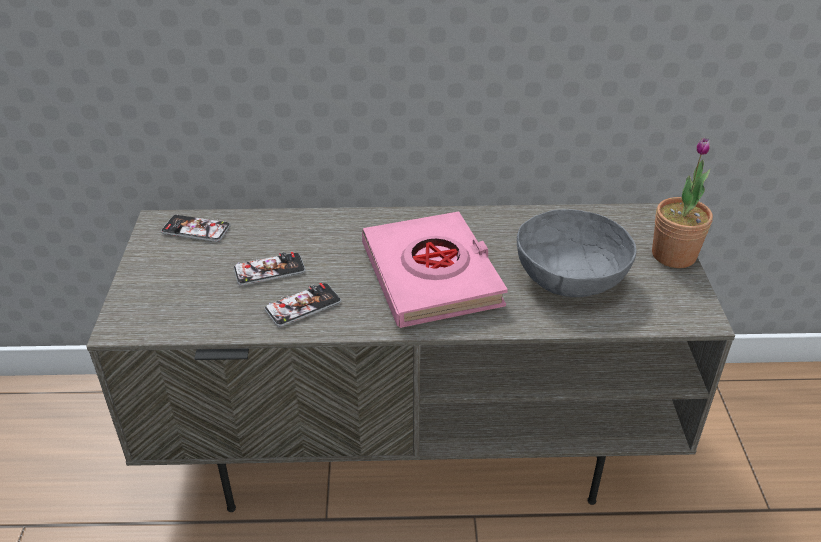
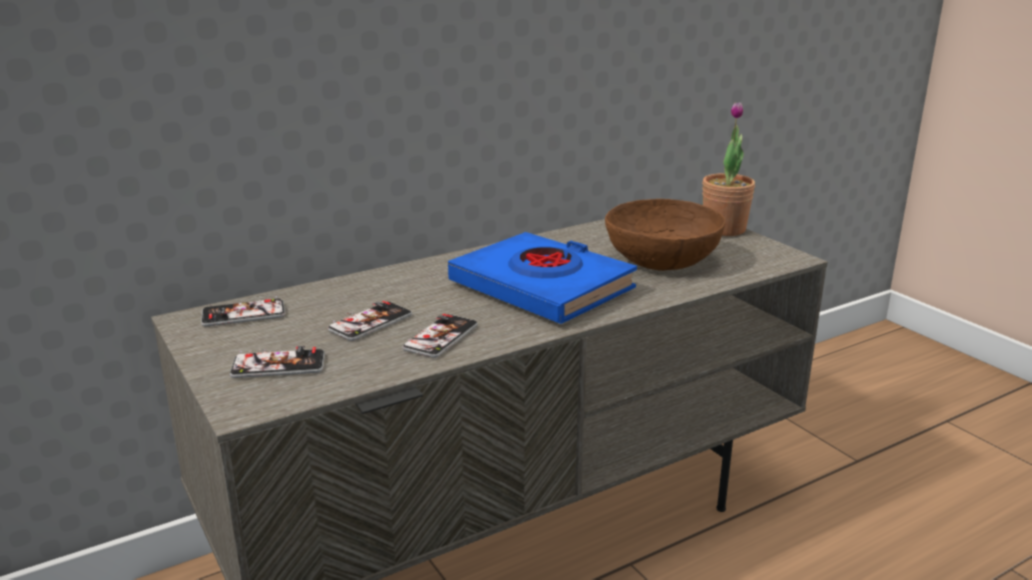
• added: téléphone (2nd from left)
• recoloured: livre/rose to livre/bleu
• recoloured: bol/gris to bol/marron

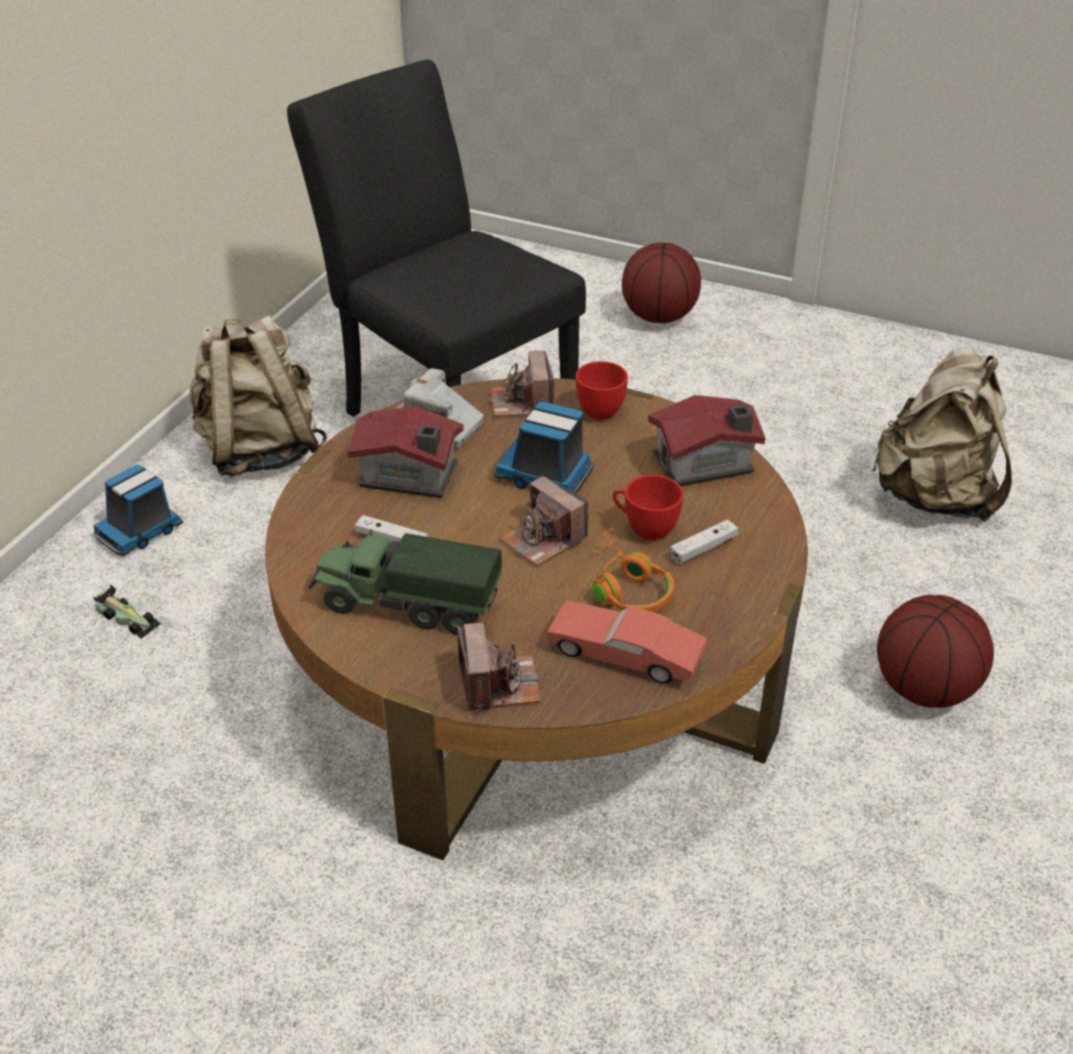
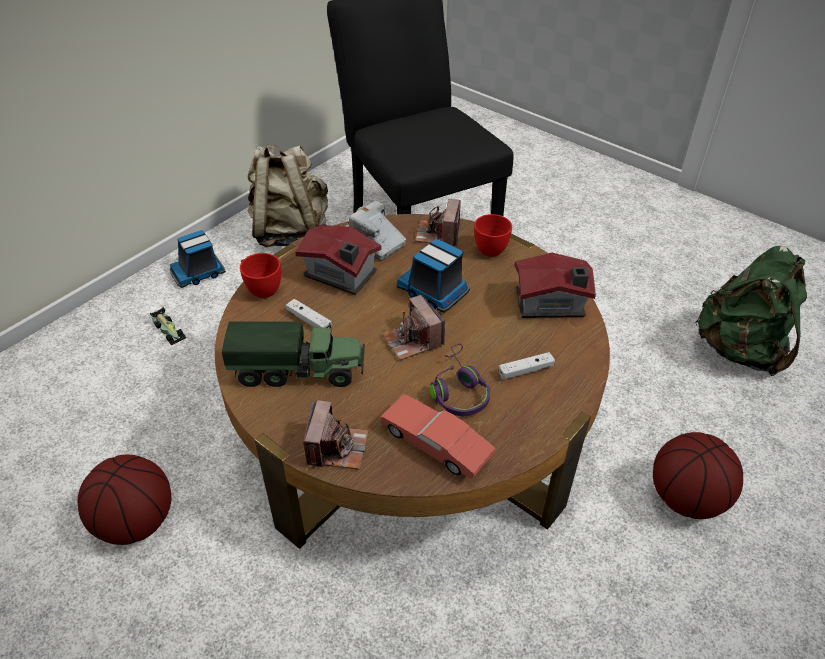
• moved: tasse/rouge (2nd from left in the first image) to tasse/rouge (1st from left)
• moved: ballon de basket (1st from left)
• recoloured: casque audio/orange to casque audio/violet
• recoloured: sac à dos/beige (2nd from left) to sac à dos/vert
• turned: camion jouet (2nd from left) 150 degrees clockwise

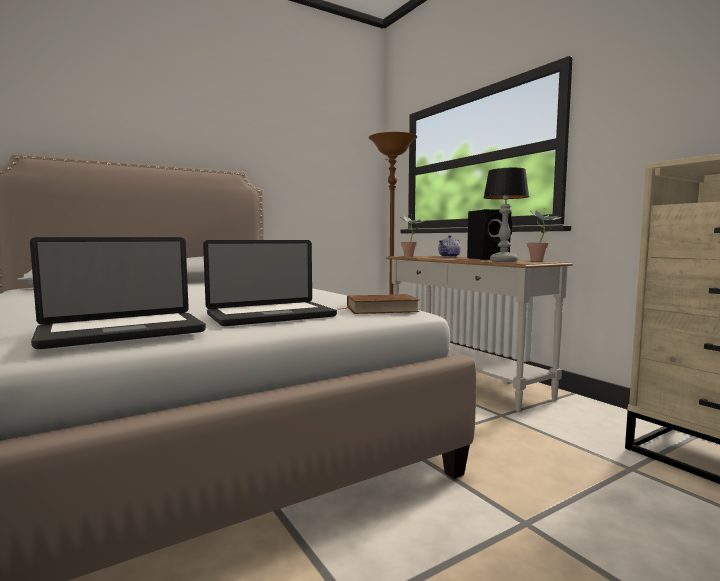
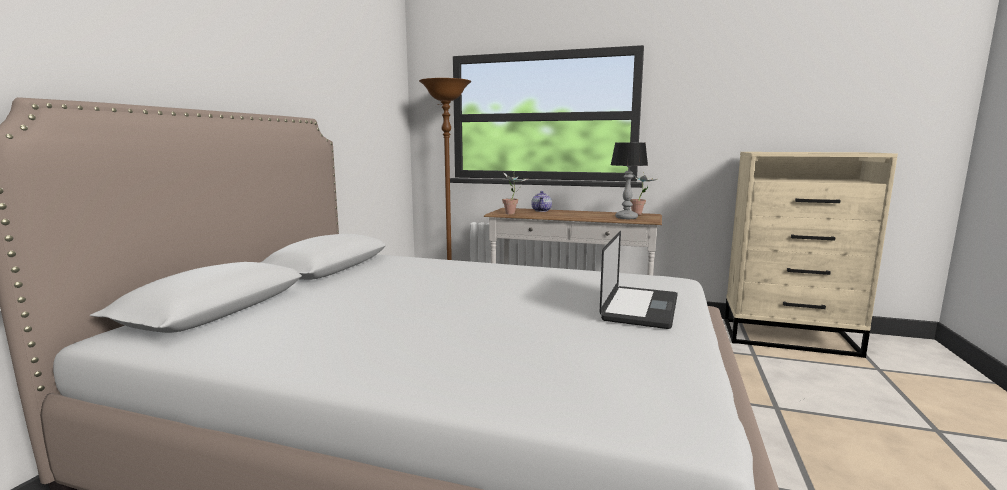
• removed: ordinateur portable (1st from left)
• removed: livre/marron
• removed: enceinte/noir

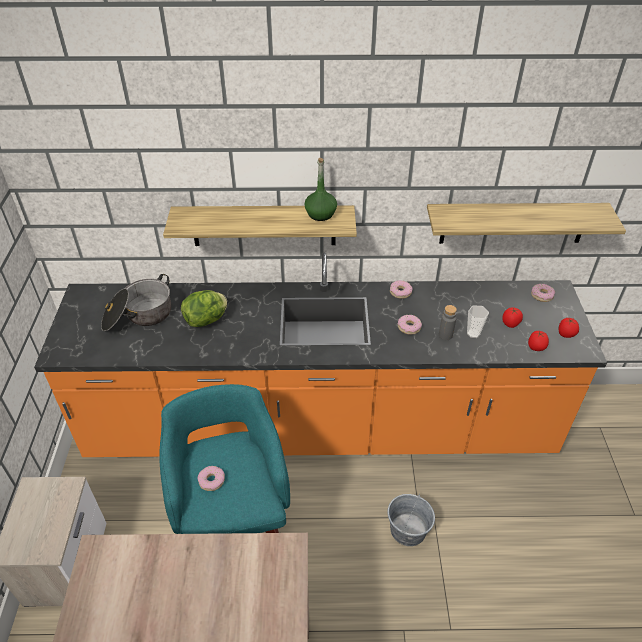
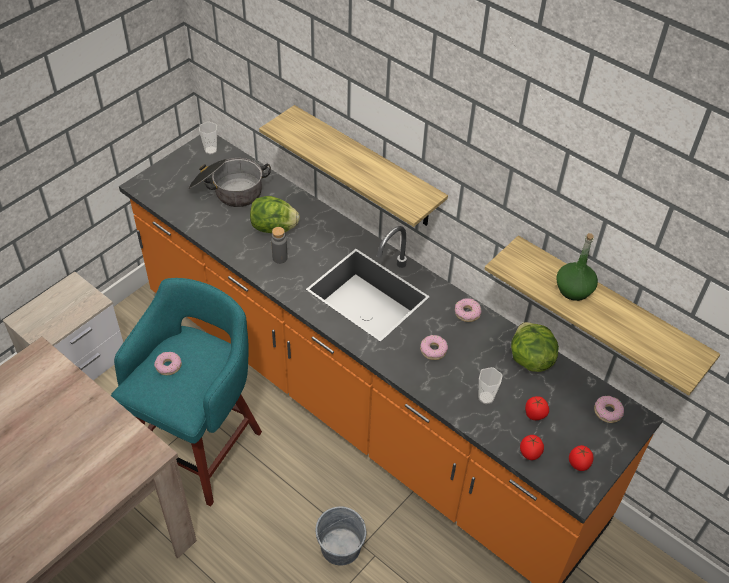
• added: tasse (1st from left)
• added: laitue (2nd from left)
• moved: bouteille/vert
• moved: bouteille/gris

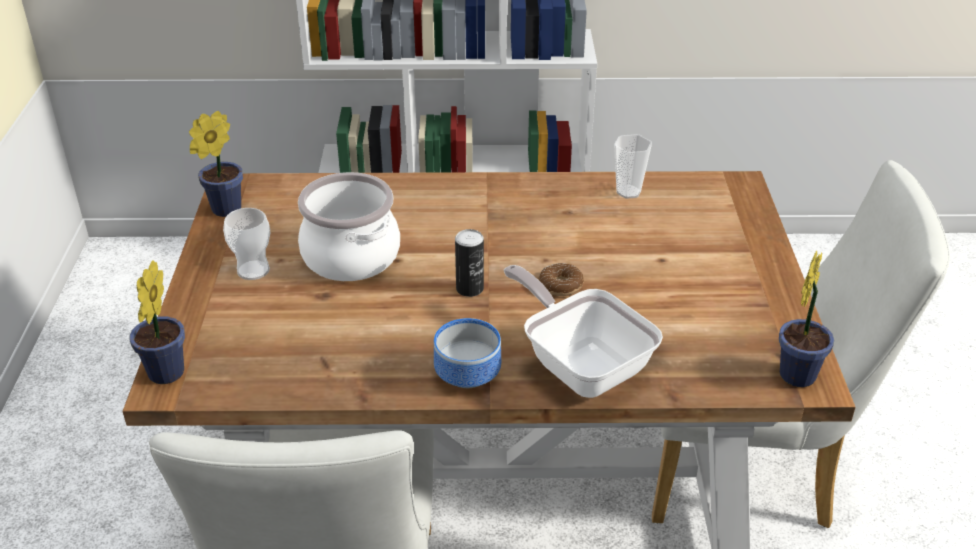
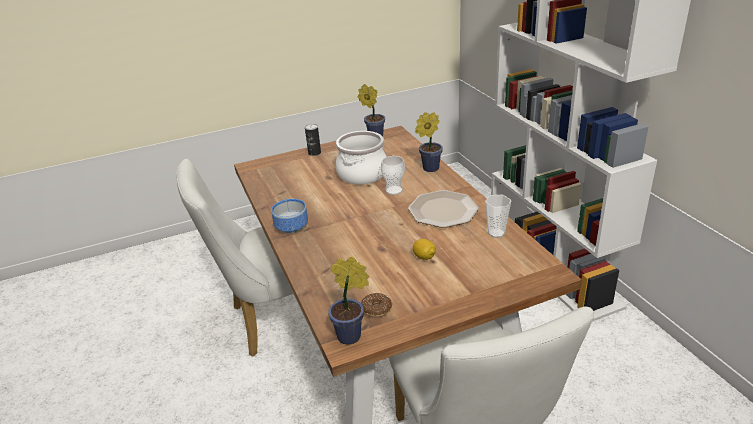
• removed: poêle
• added: assiette
• added: citron
• moved: plante en pot (1st from left in the first image) to plante en pot (3rd from left)
• moved: tasse (1st from left)
• moved: boîte métallique
• moved: beignet

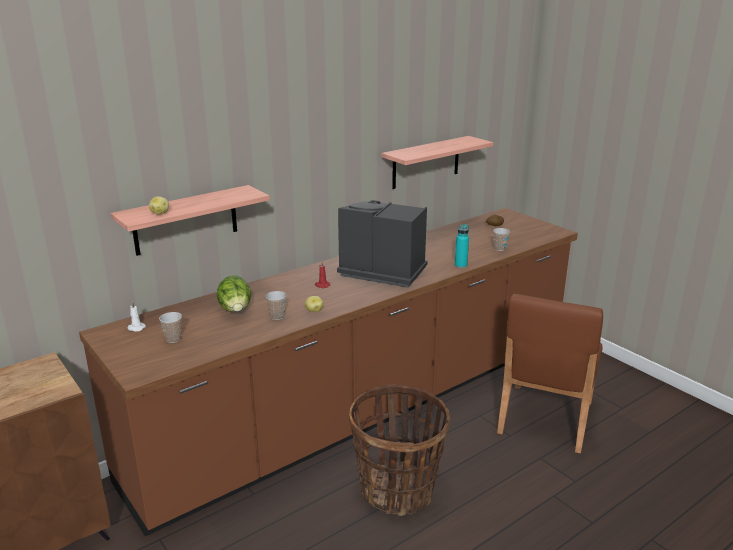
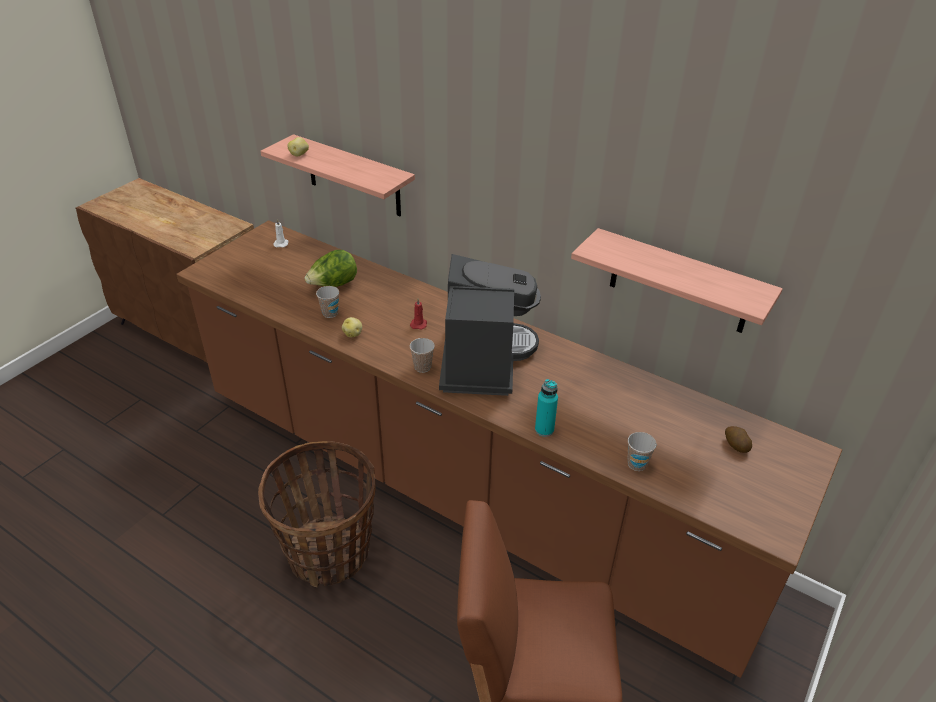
• moved: tasse (1st from left in the first image) to tasse (2nd from left)

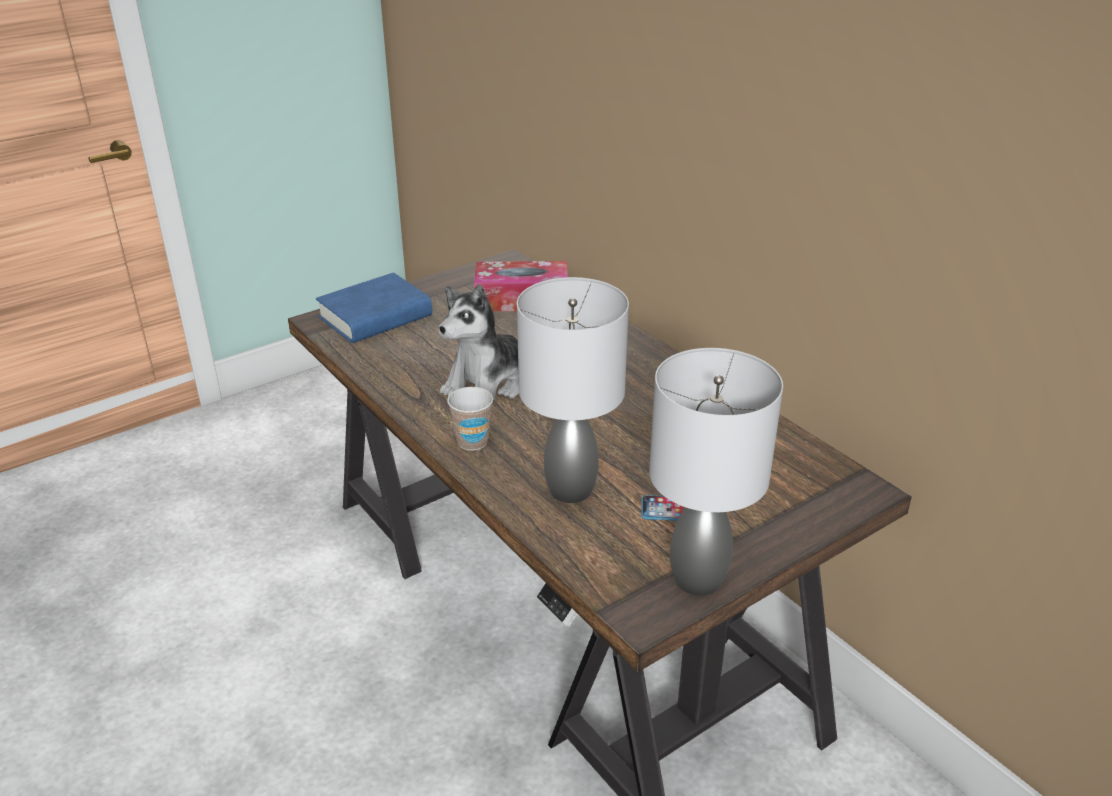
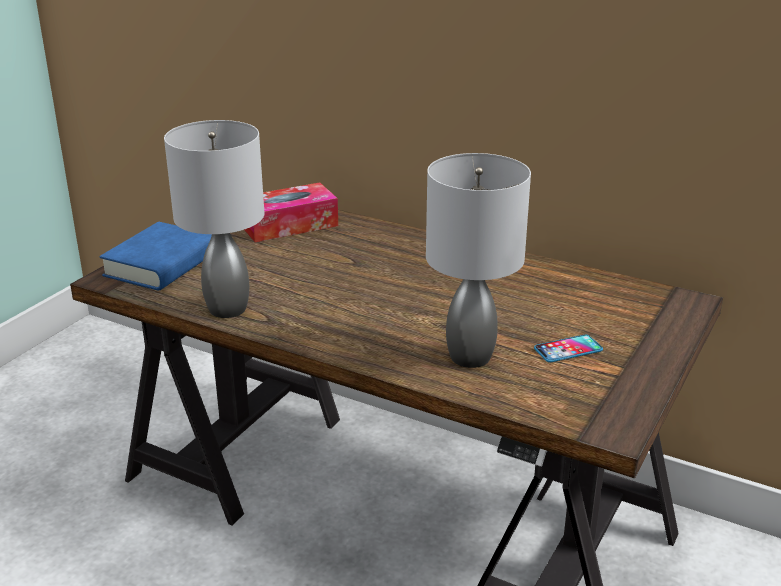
• removed: peluche
• removed: tasse
• moved: lampe de table/gris (2nd from left in the first image) to lampe de table/gris (1st from left)

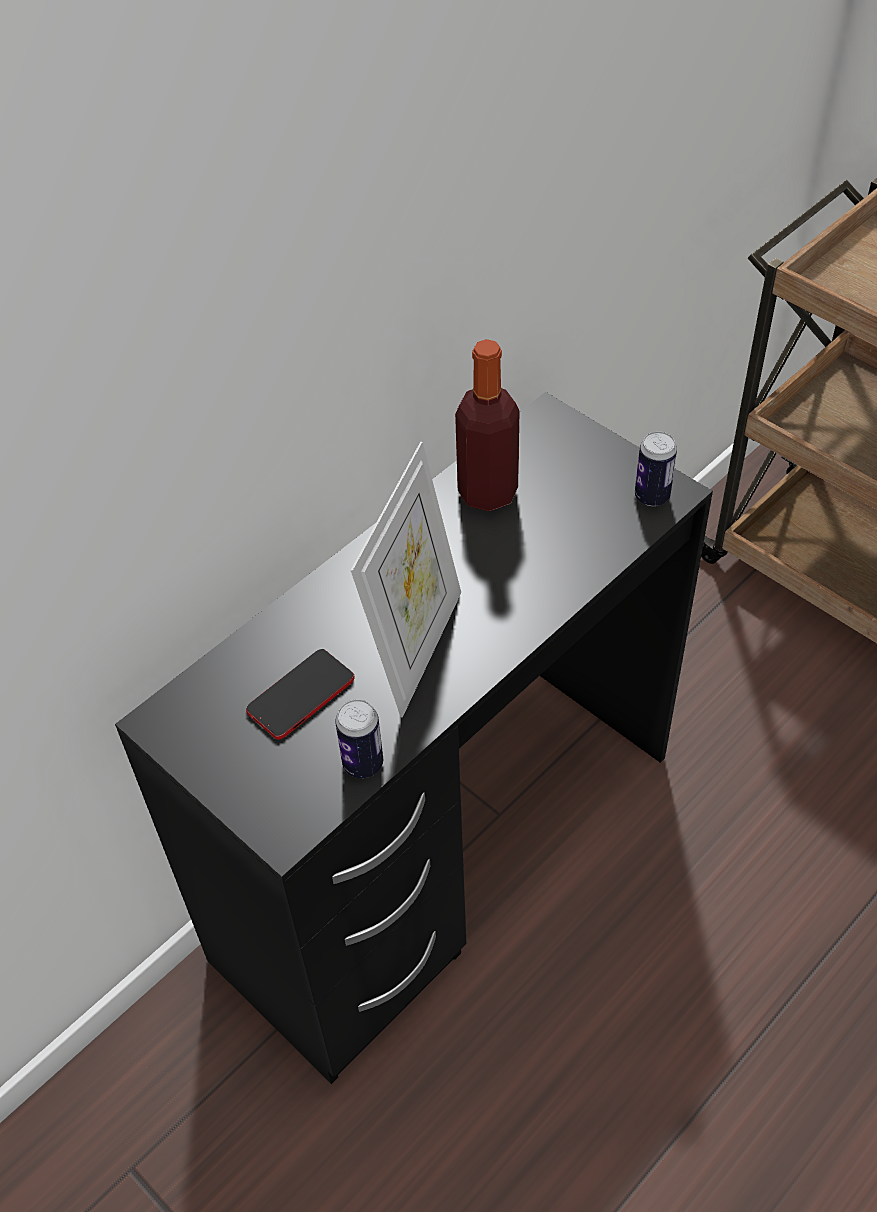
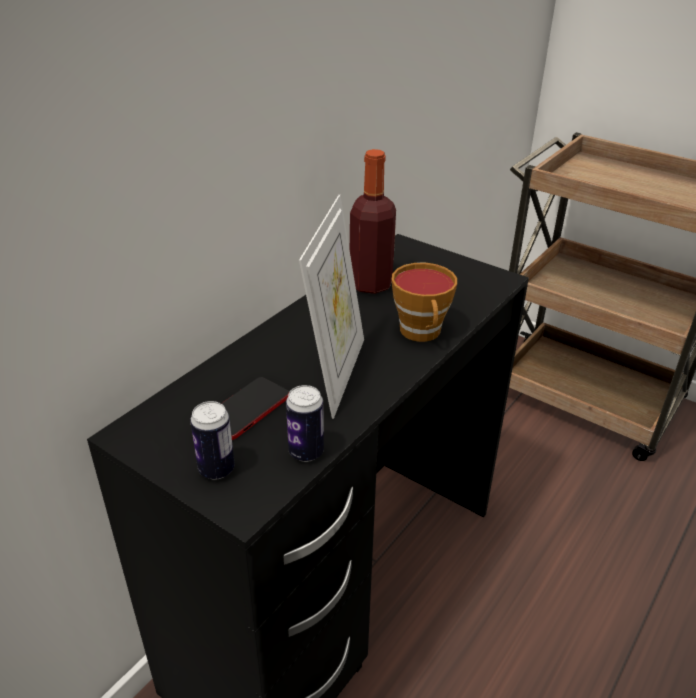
• added: tasse
• moved: boîte métallique (2nd from left in the first image) to boîte métallique (1st from left)

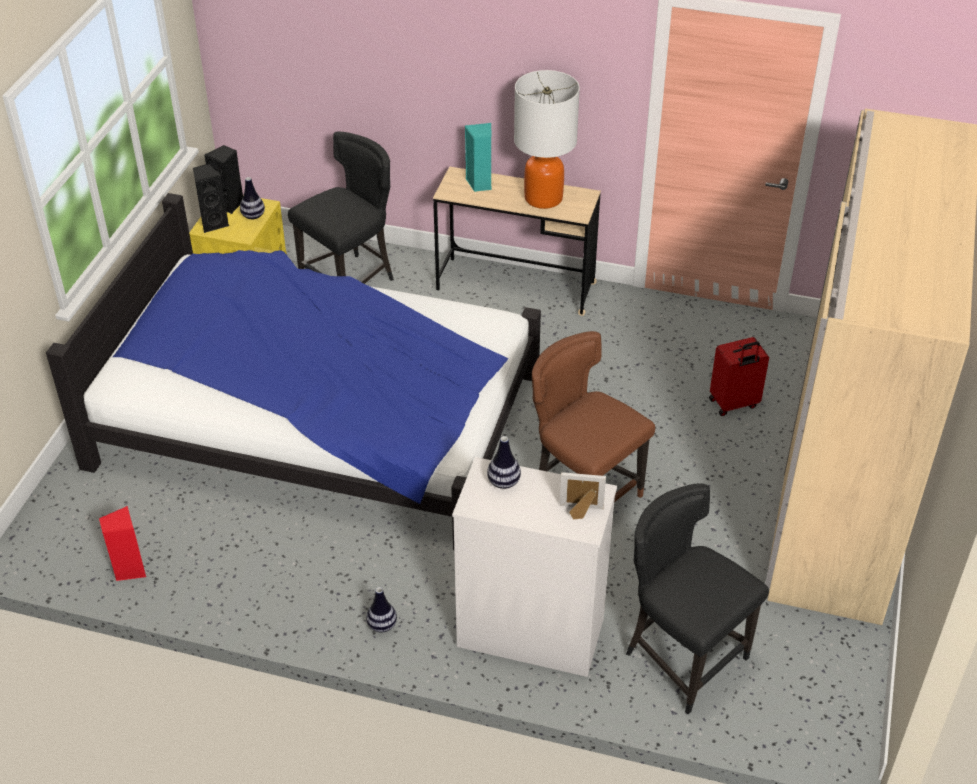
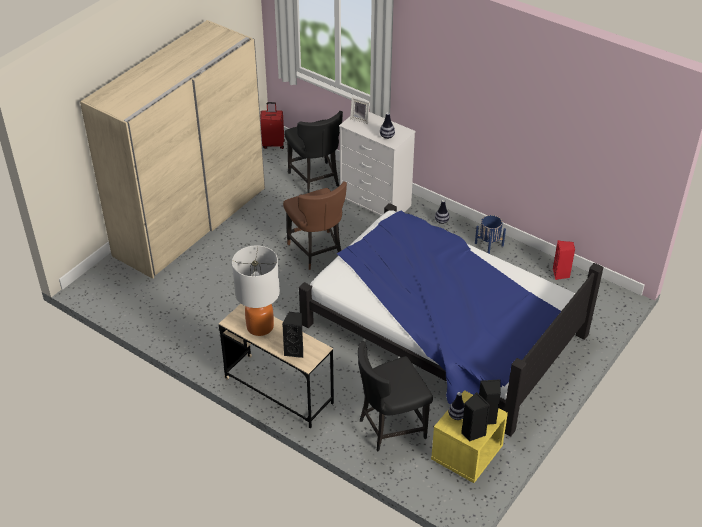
• added: cache-pot/bleu
• moved: valise/rouge
• recoloured: enceinte/turquoise to enceinte/noir (1st from left)

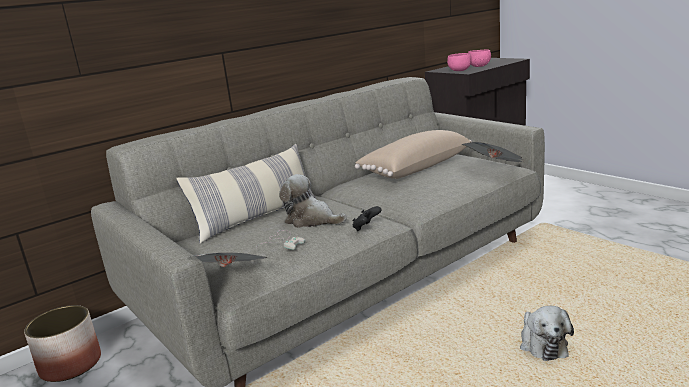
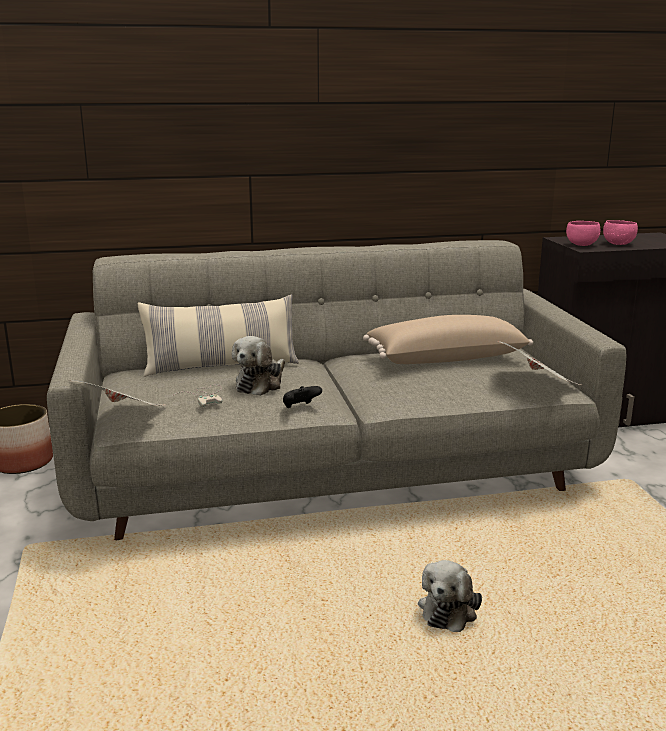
• turned: peluche (1st from left) 120 degrees counterclockwise

